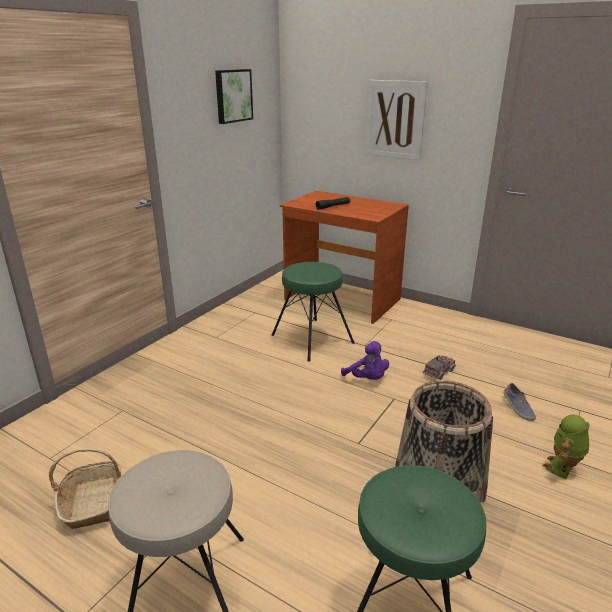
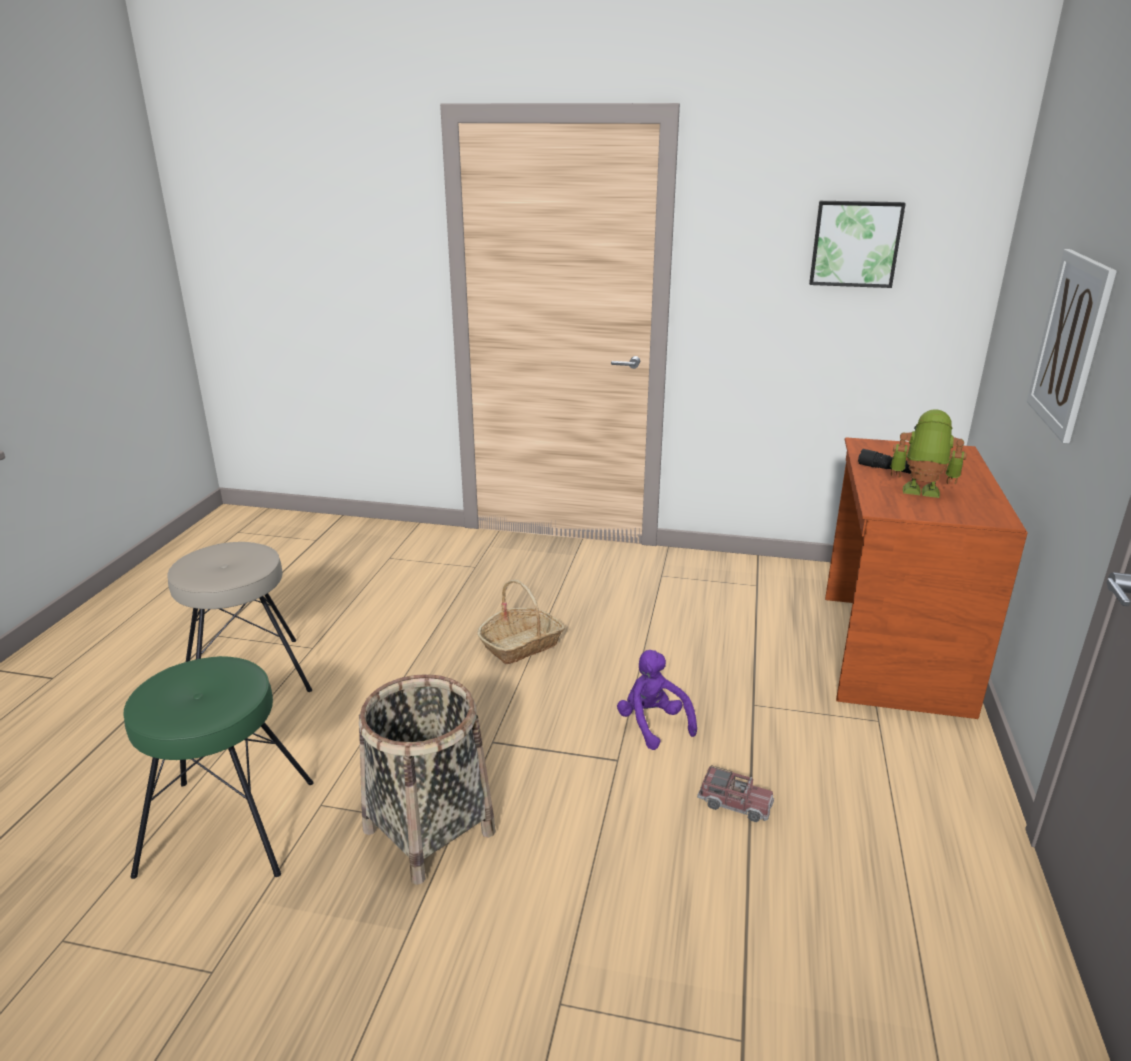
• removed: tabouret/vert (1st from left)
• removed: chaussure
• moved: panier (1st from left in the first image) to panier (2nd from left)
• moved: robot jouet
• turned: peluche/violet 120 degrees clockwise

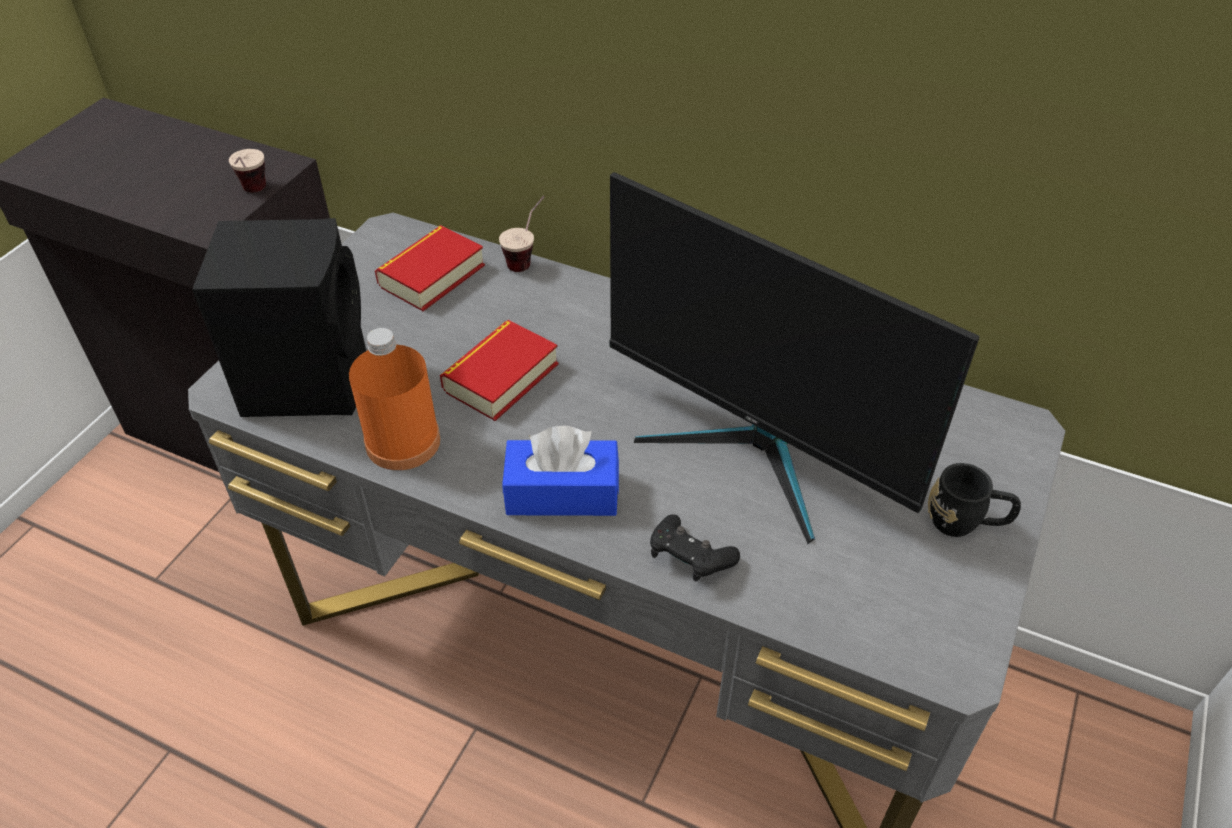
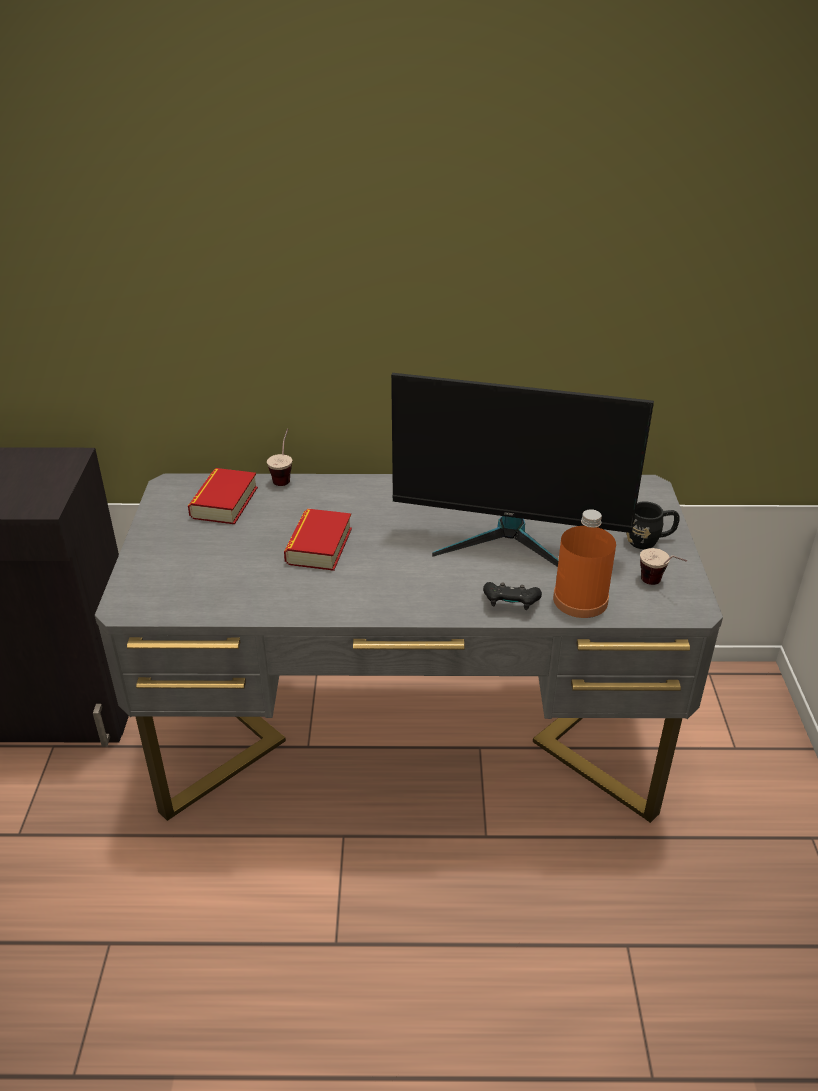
• removed: enceinte/noir
• removed: boîte à mouchoirs/bleu
• moved: tasse (1st from left in the first image) to tasse (2nd from left)
• moved: bouteille/orange

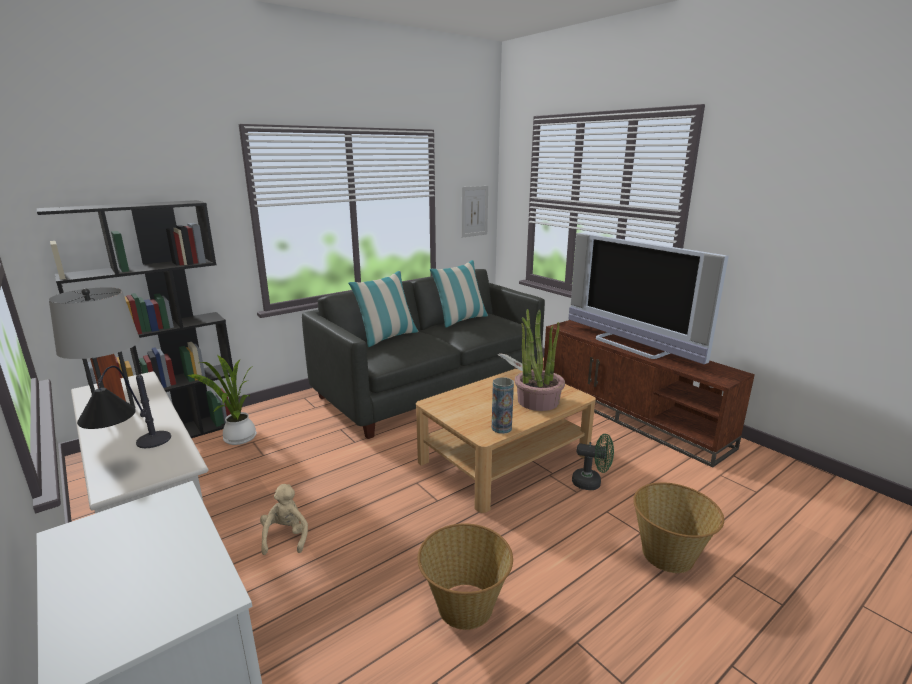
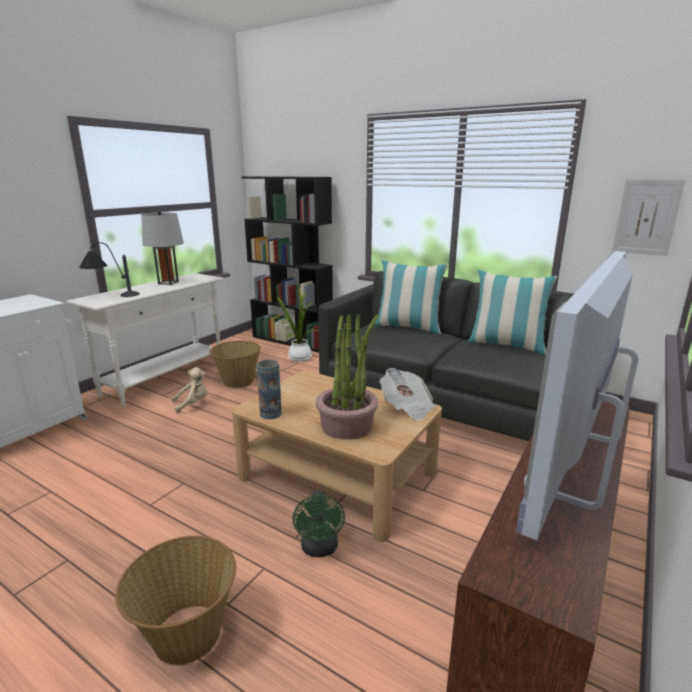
• moved: panier (1st from left in the first image) to panier (2nd from left)

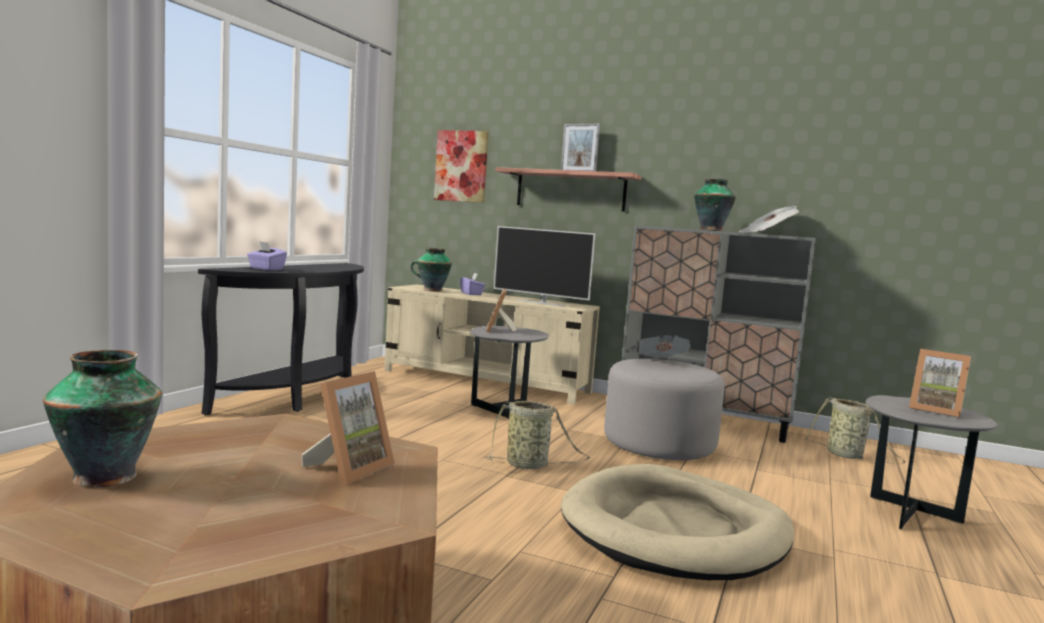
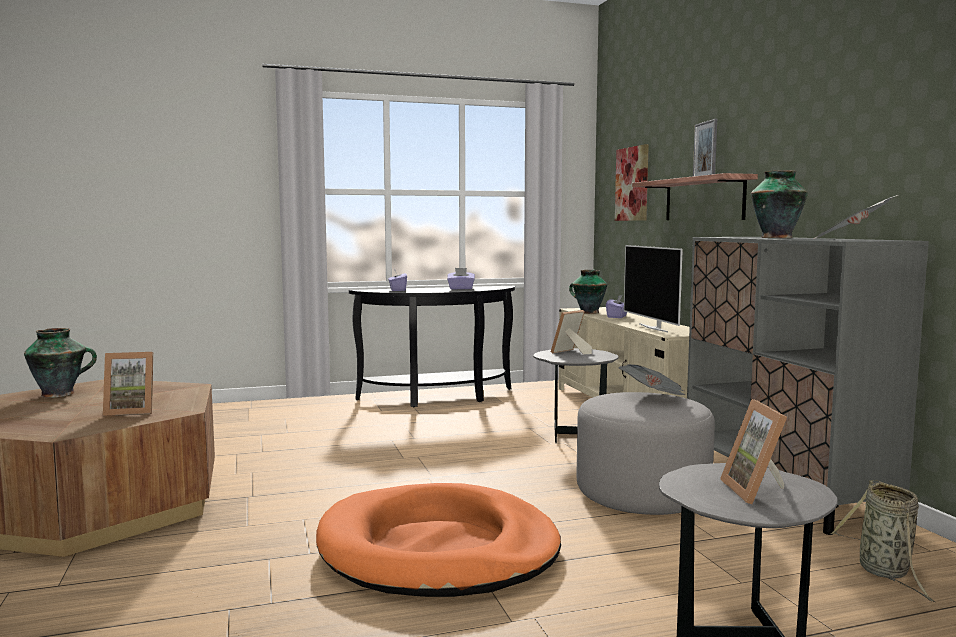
• removed: panier (1st from left)
• added: boîte à mouchoirs/violet (2nd from left)
• recoloured: panier pour chien/beige to panier pour chien/orange

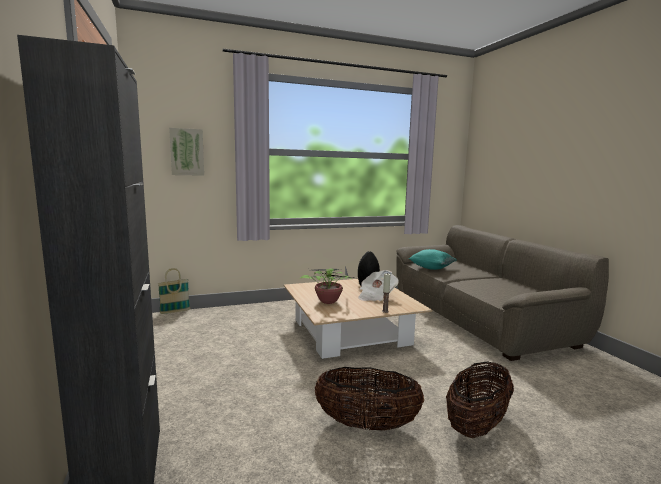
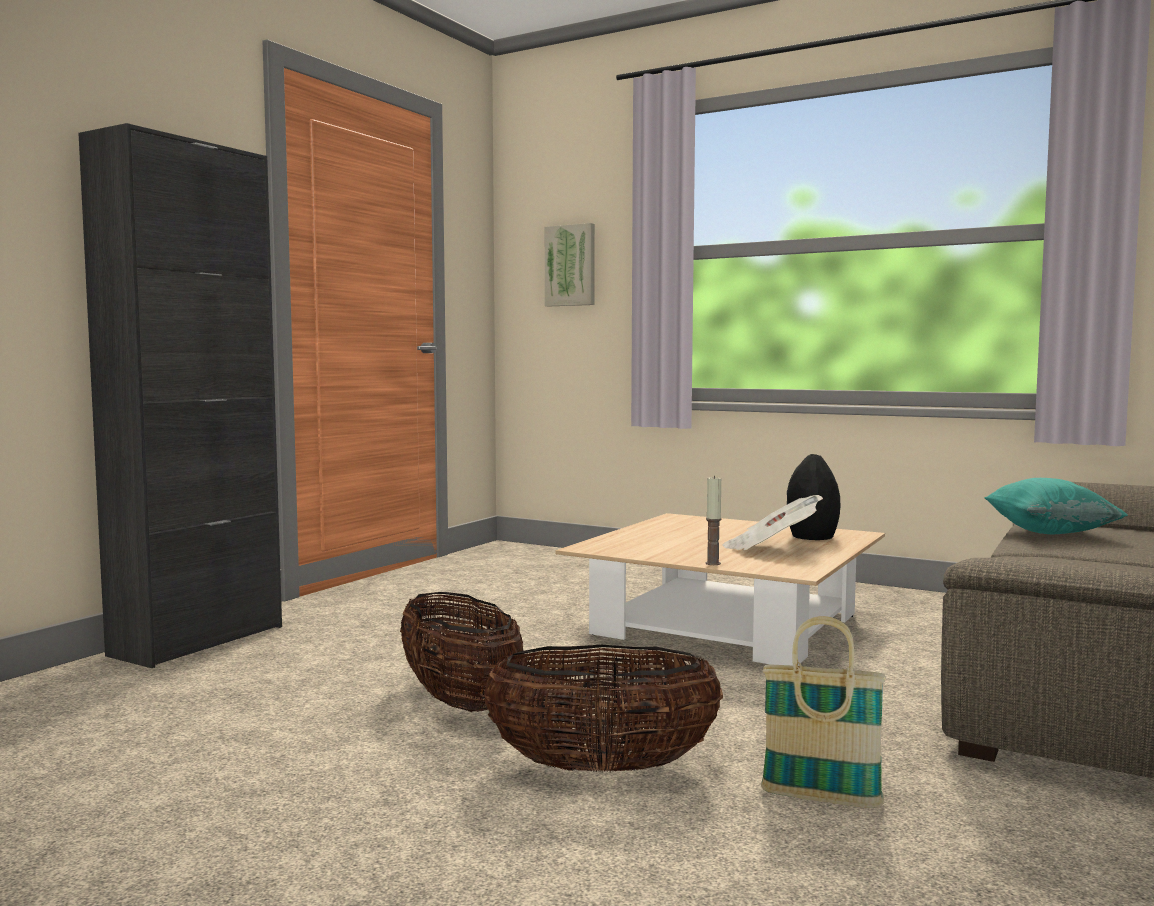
• removed: plante en pot
• moved: panier (1st from left in the first image) to panier (3rd from left)

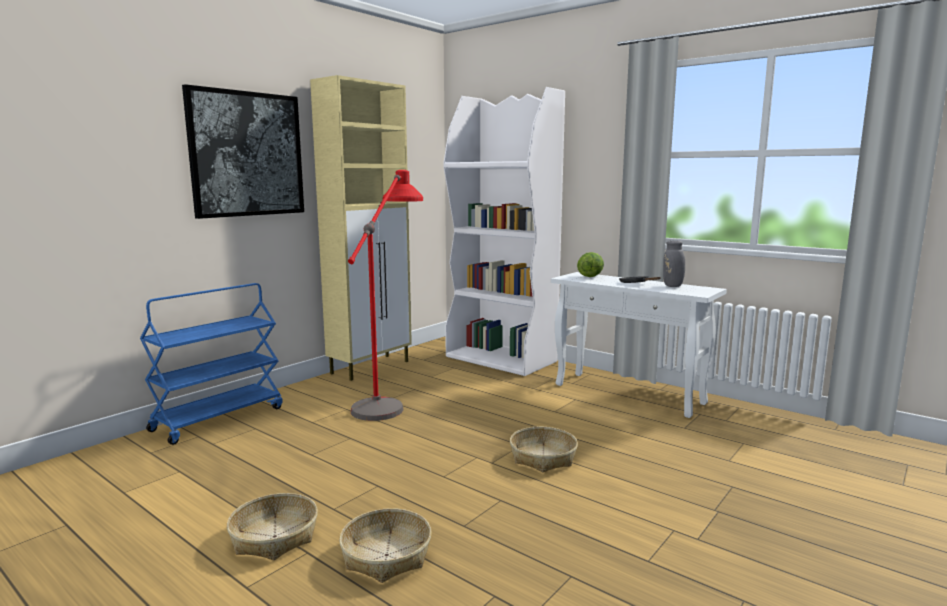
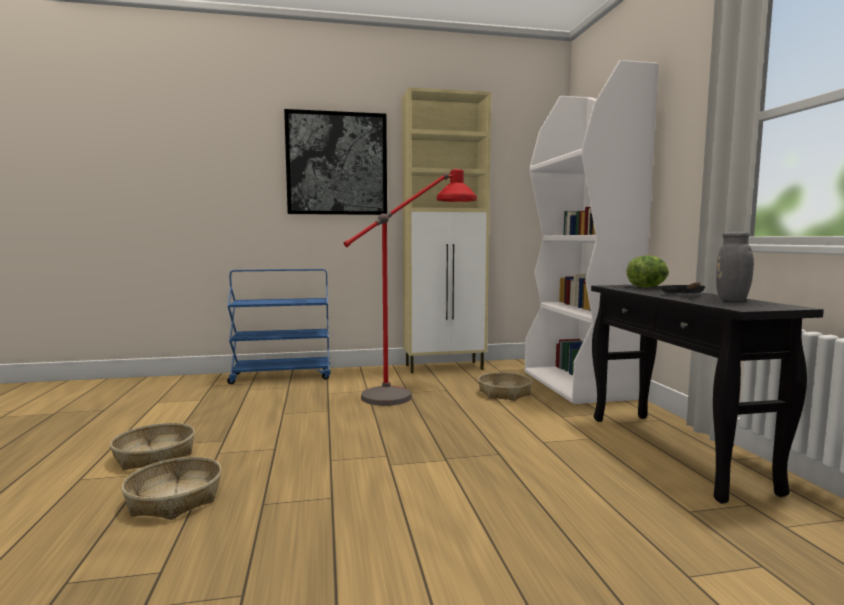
• moved: panier (3rd from left)
• recoloured: table console/blanc to table console/noir

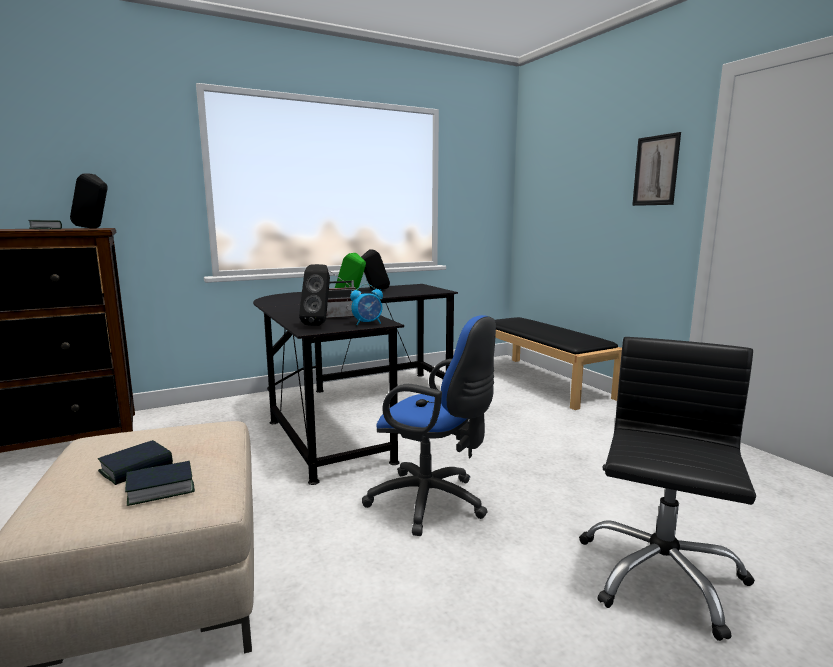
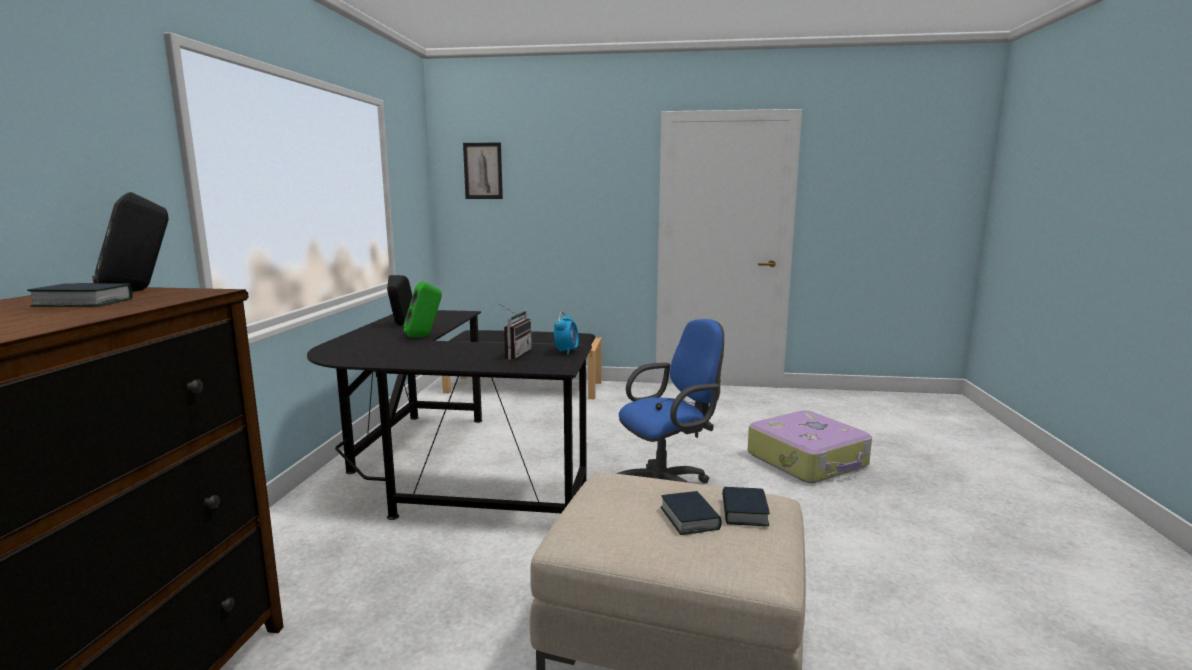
• removed: enceinte/noir (2nd from left)
• moved: tableau
• replaced: chaise de bureau/noir to valise

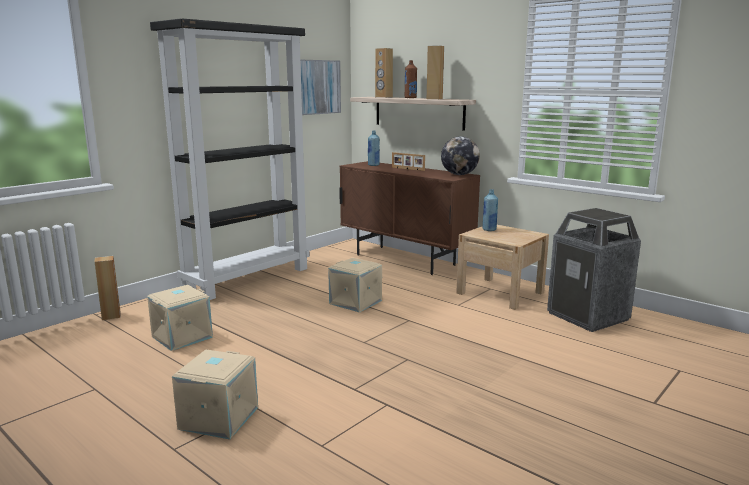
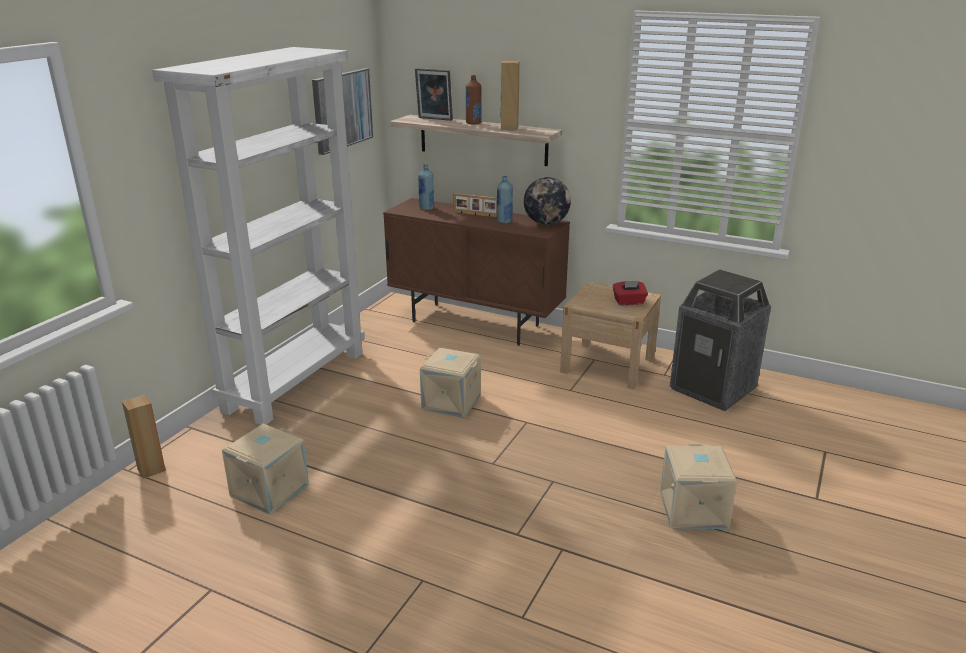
• added: boîte à mouchoirs/rouge
• moved: boîte de rangement/beige (2nd from left in the first image) to boîte de rangement/beige (3rd from left)
• moved: bouteille/bleu (2nd from left)
• replaced: enceinte/marron (2nd from left) to cadre photo (1st from left)
• recoloured: bibliothèque/noir to bibliothèque/blanc

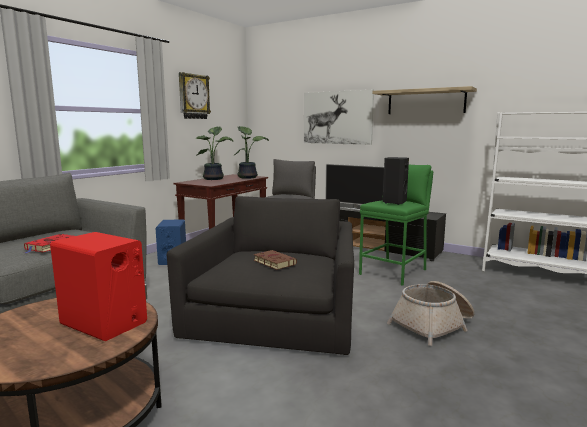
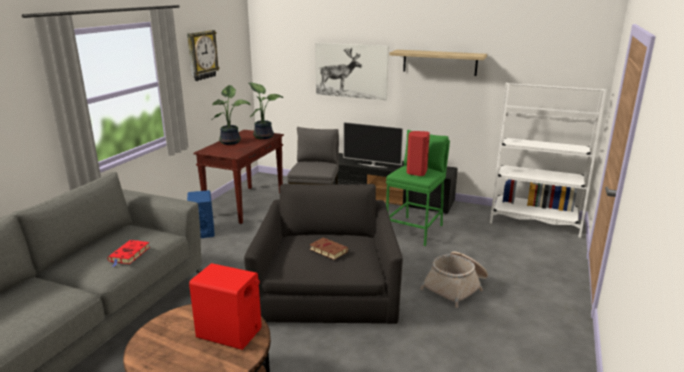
• recoloured: enceinte/noir to enceinte/rouge (2nd from left)

